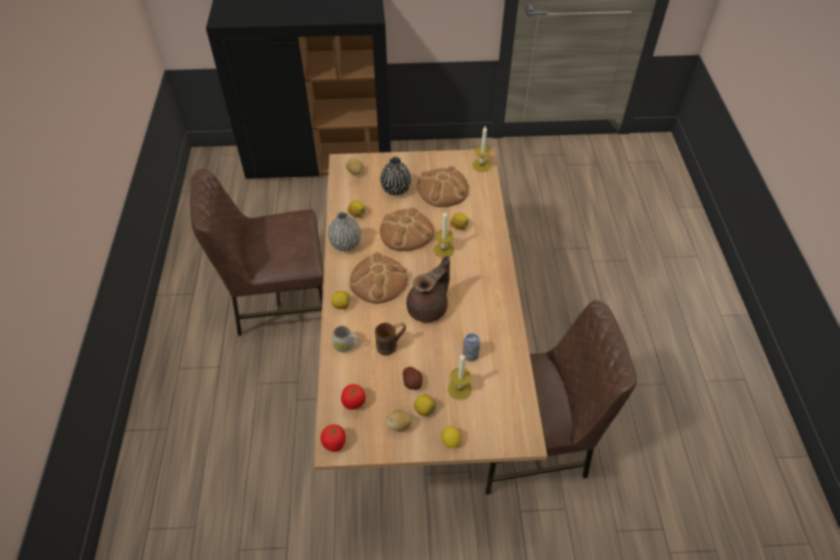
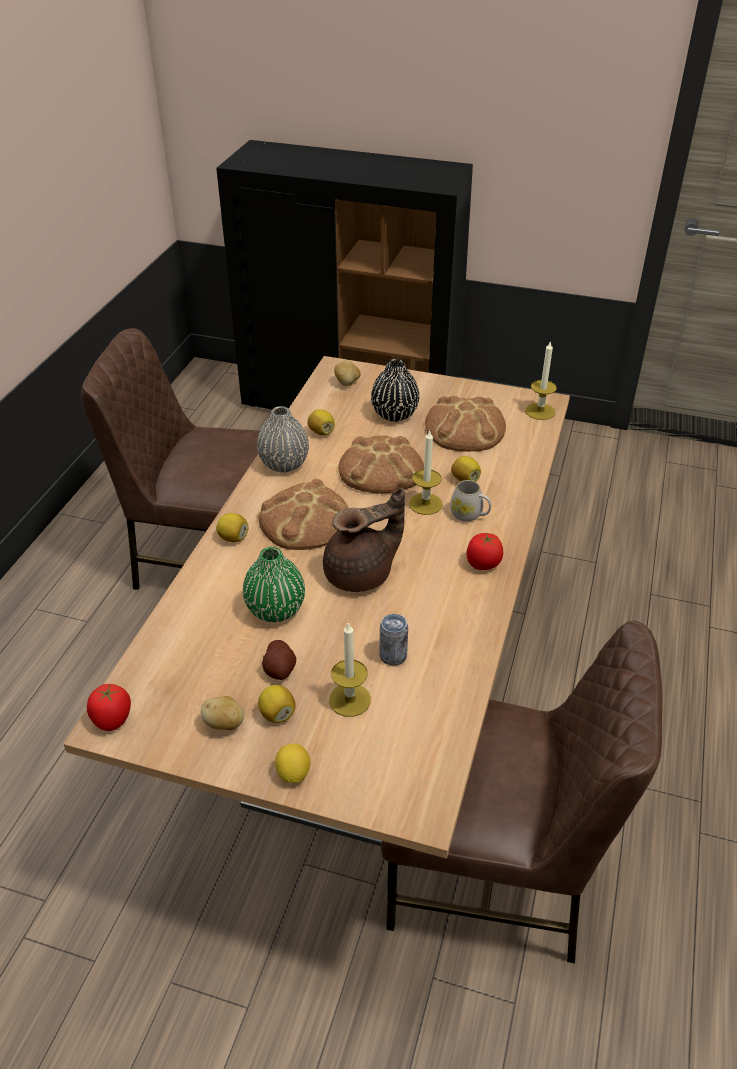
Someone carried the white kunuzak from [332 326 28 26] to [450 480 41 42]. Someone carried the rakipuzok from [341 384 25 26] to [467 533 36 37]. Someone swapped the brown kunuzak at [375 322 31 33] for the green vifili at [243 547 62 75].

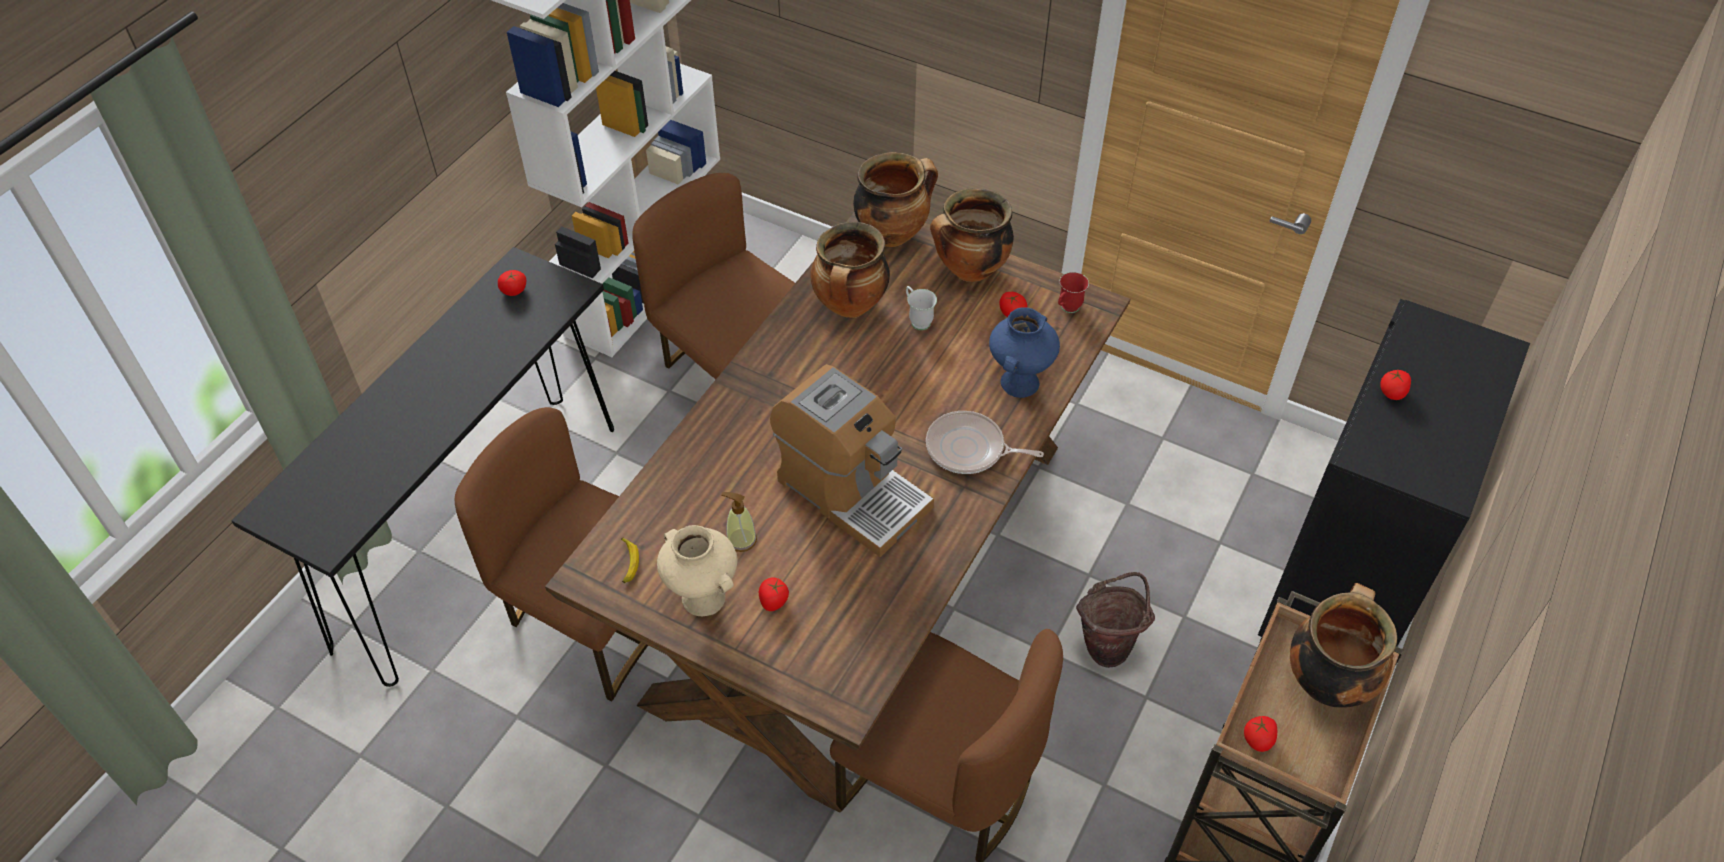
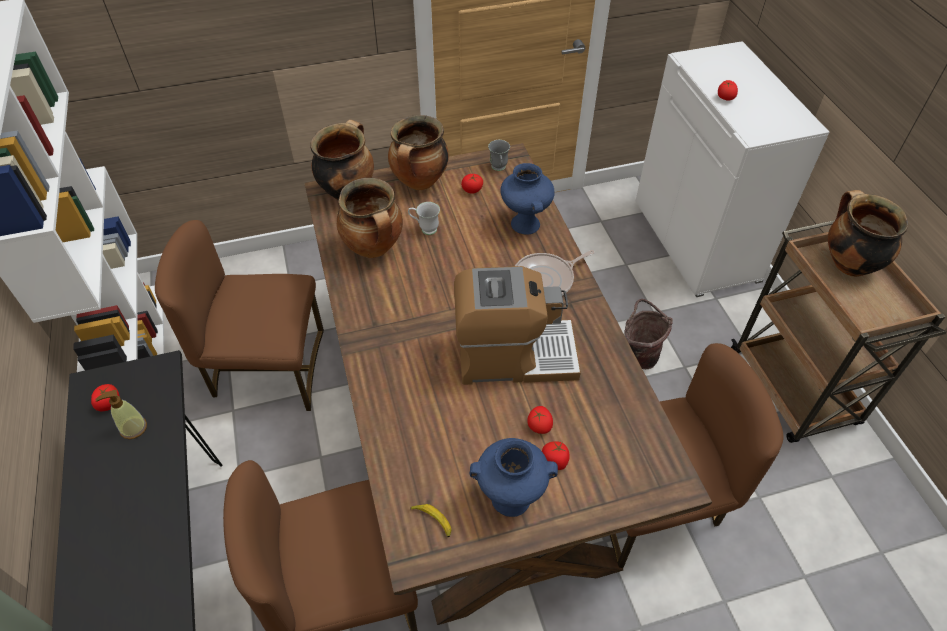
Someone carried the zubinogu from [721 492 36 60] to [96 390 51 49]. Someone carried the rakipuzok from [1244 716 33 36] to [527 406 26 28]. Someone repainted the beige vifili at [657 525 81 91], which became the blue vifili at [470 438 88 79]. Someone repainted the red kunuzak at [1058 272 31 41], which became the grey kunuzak at [488 140 22 31]. Someone repainted the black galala at [1258 299 272 348], which became the white galala at [636 41 194 256].

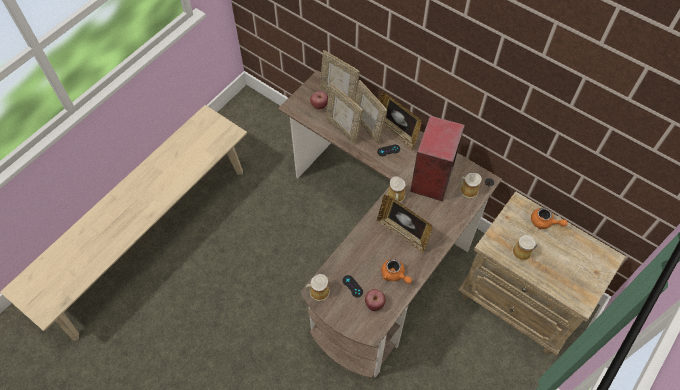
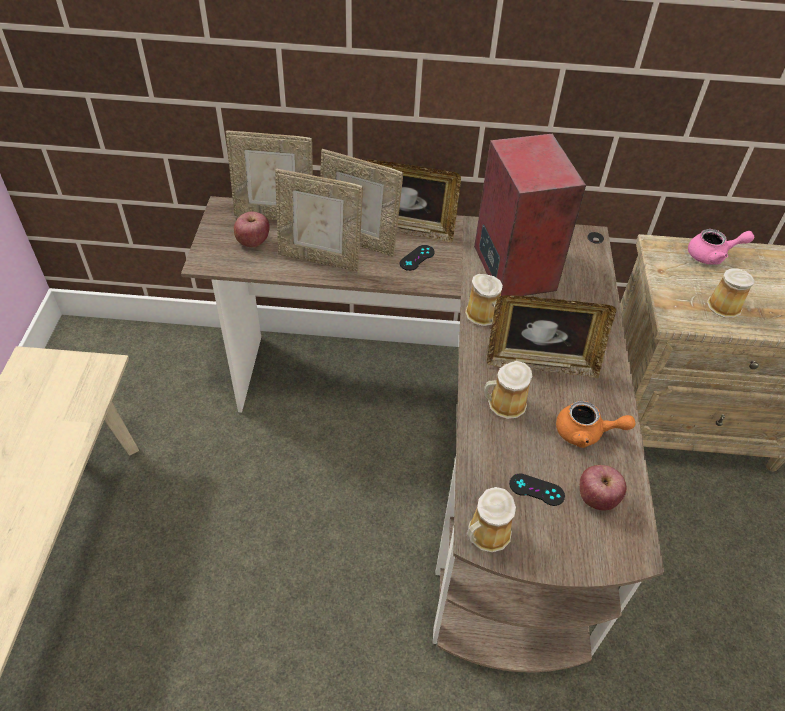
Someone carried the kunuzak from [460 173 22 25] to [484 361 48 58]. Someone repainted the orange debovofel at [531 207 37 22], which became the pink debovofel at [688 229 66 35].

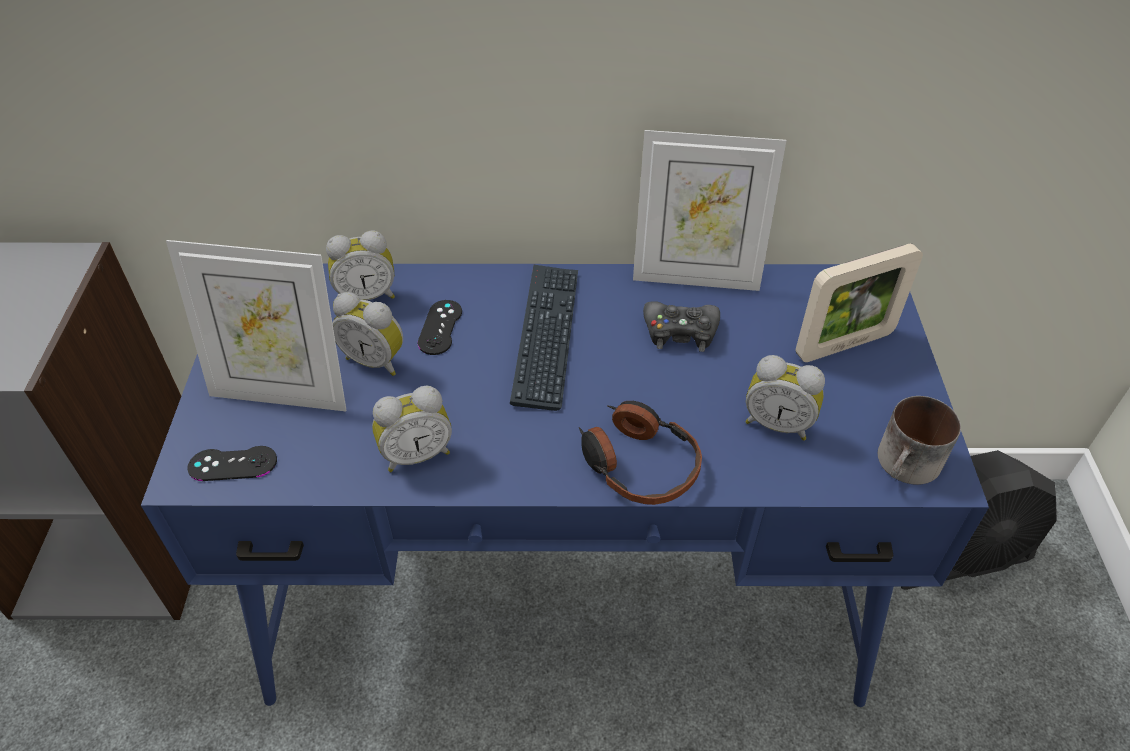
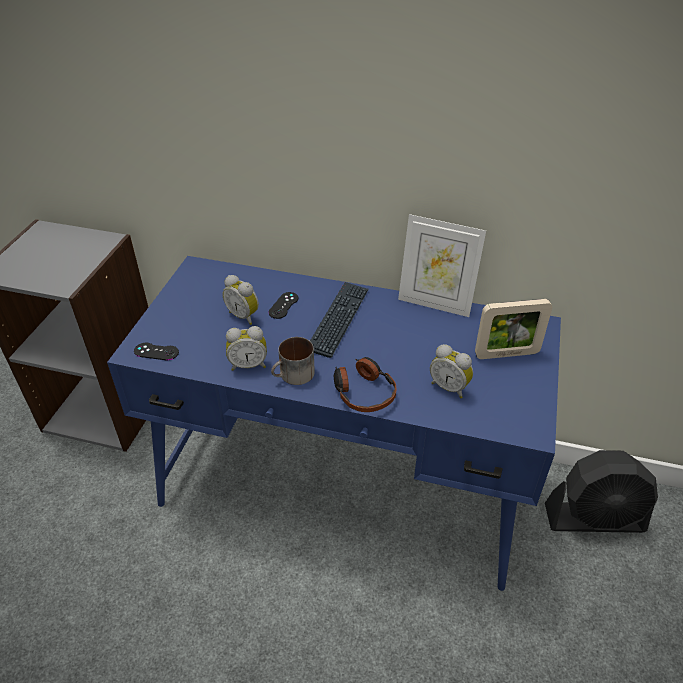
Someone took away the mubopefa at [166 240 180 171]. Someone took away the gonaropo at [326 231 69 69]. Someone took away the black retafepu at [643 301 77 51]. Someone carried the kunuzak from [878 396 83 89] to [271 337 44 48].

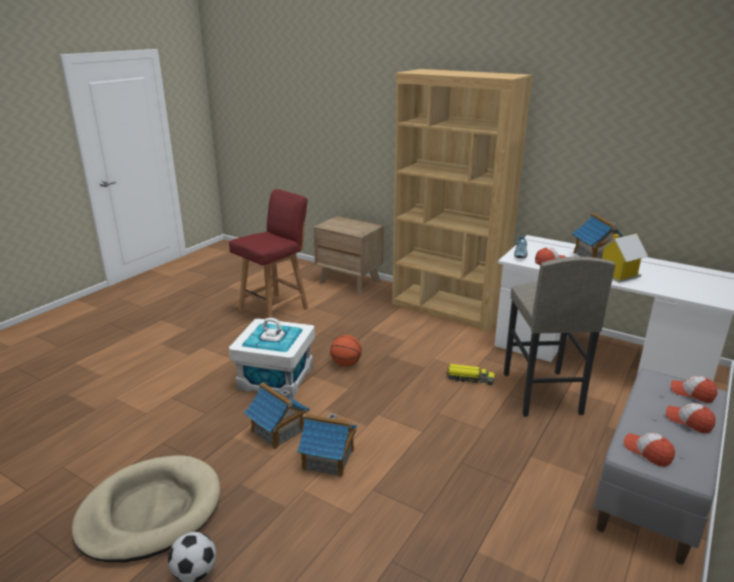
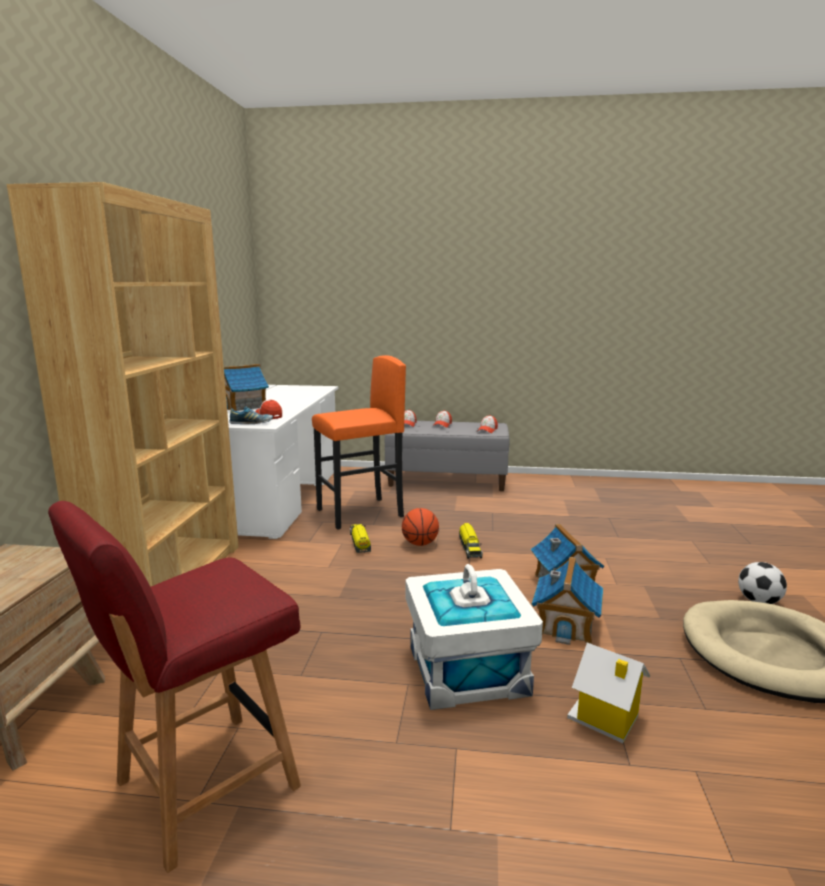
Someone put down the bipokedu at [459 523 24 36]. Someone carried the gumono from [330 335 32 32] to [402 508 37 38]. Someone carried the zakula from [598 234 50 49] to [567 643 83 100]. Someone repainted the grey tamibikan at [504 256 111 161], which became the orange tamibikan at [312 355 94 175]. Someone rotated the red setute at [229 189 79 129] by 60 degrees counterclockwise.

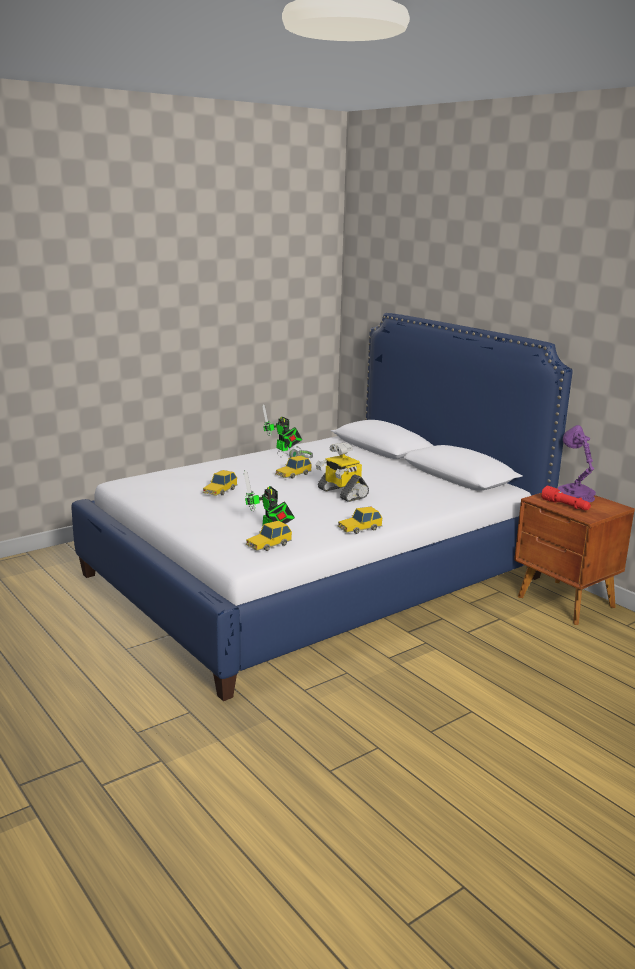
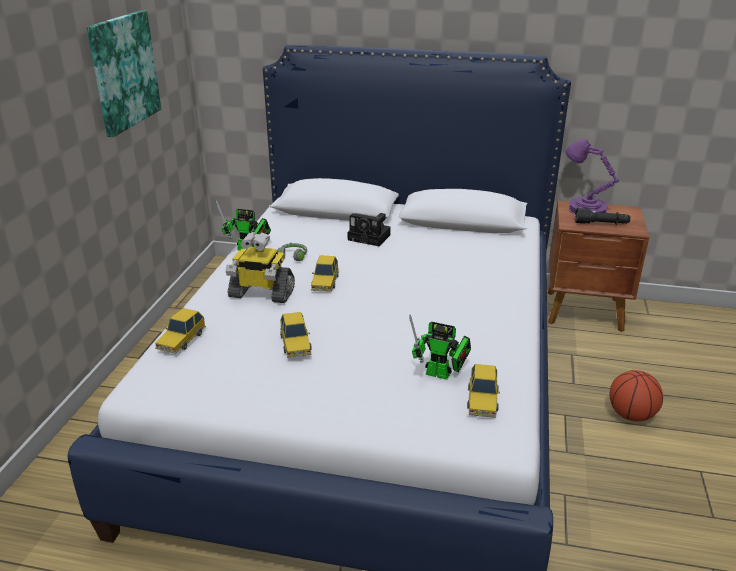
Someone put up the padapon at [87 10 74 127]. Someone put down the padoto at [348 213 43 33]. Someone put down the gumono at [610 370 53 52]. Someone carried the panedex from [316 442 53 60] to [225 232 70 71]. Someone carried the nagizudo from [338 507 44 27] to [155 308 51 46]. Someone repainted the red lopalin at [541 486 50 24], which became the black lopalin at [575 208 55 17].

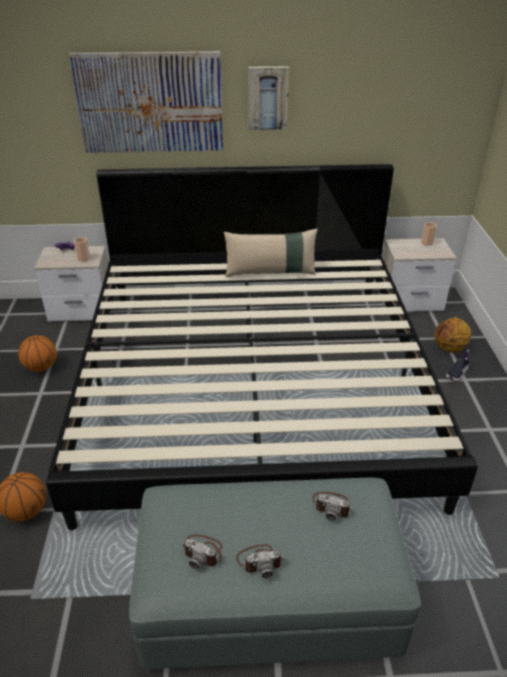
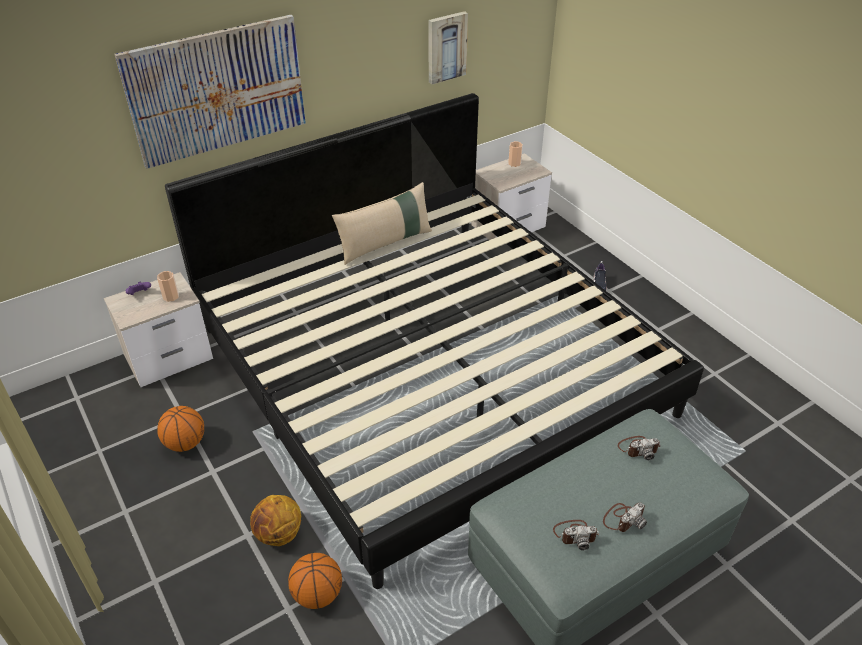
Someone carried the padapon from [248 66 41 64] to [429 11 39 73]. Someone carried the gumono from [435 318 36 35] to [250 495 51 51].

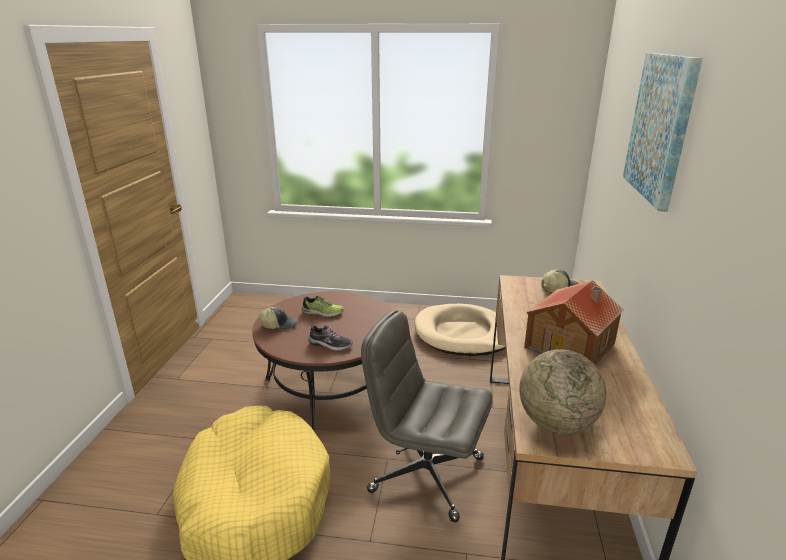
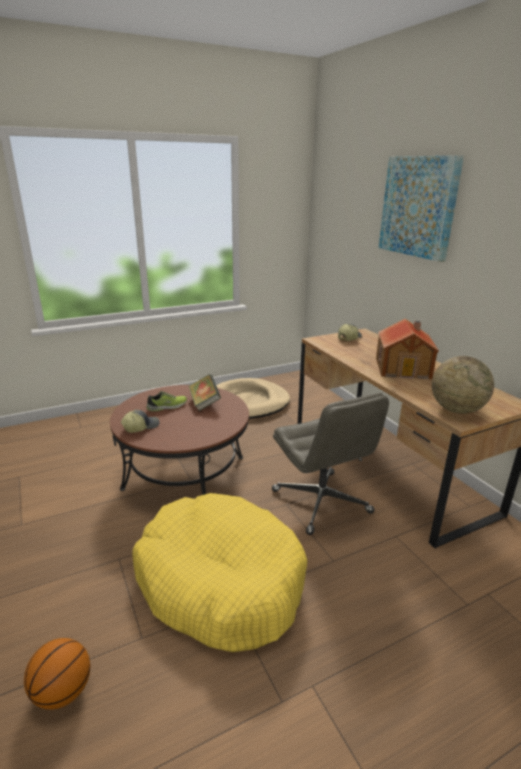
Someone took away the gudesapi at [309 324 44 27]. Someone put down the gumono at [24 638 66 72]. Someone put down the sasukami at [189 374 32 37]. Someone rotated the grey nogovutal at [361 310 131 212] by 105 degrees counterclockwise.

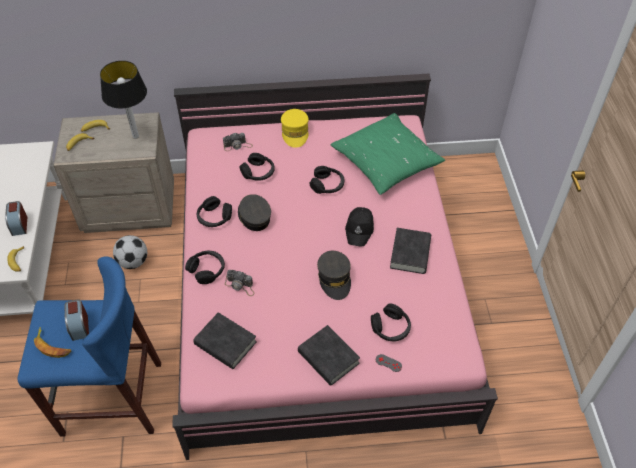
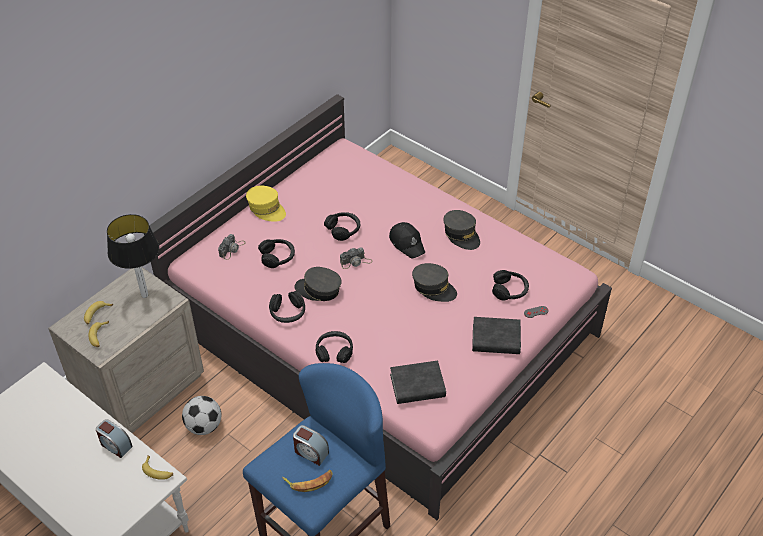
Someone took away the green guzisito at [330 113 115 82]. Someone carried the padoto from [225 270 29 26] to [340 248 33 21]. Someone swapped the black sasukami at [390 228 41 46] for the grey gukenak at [443 210 37 40].

